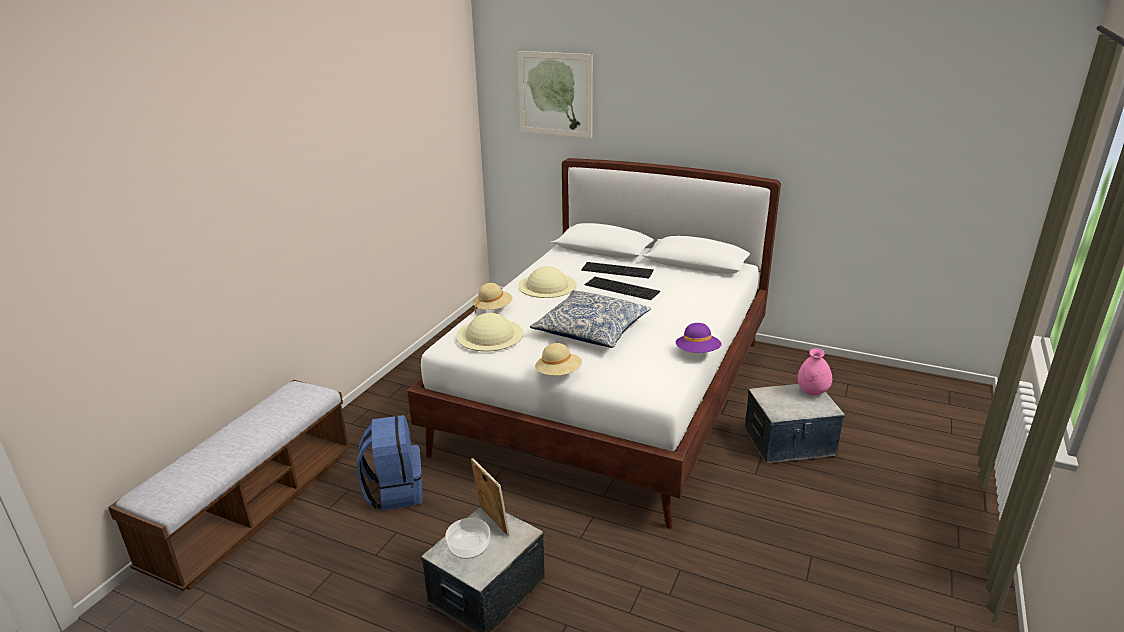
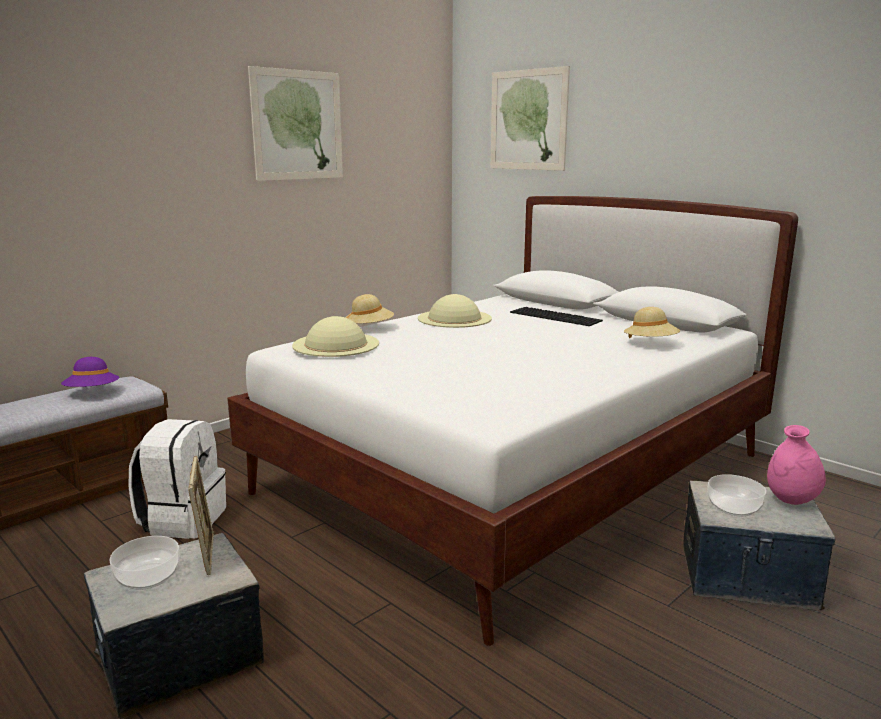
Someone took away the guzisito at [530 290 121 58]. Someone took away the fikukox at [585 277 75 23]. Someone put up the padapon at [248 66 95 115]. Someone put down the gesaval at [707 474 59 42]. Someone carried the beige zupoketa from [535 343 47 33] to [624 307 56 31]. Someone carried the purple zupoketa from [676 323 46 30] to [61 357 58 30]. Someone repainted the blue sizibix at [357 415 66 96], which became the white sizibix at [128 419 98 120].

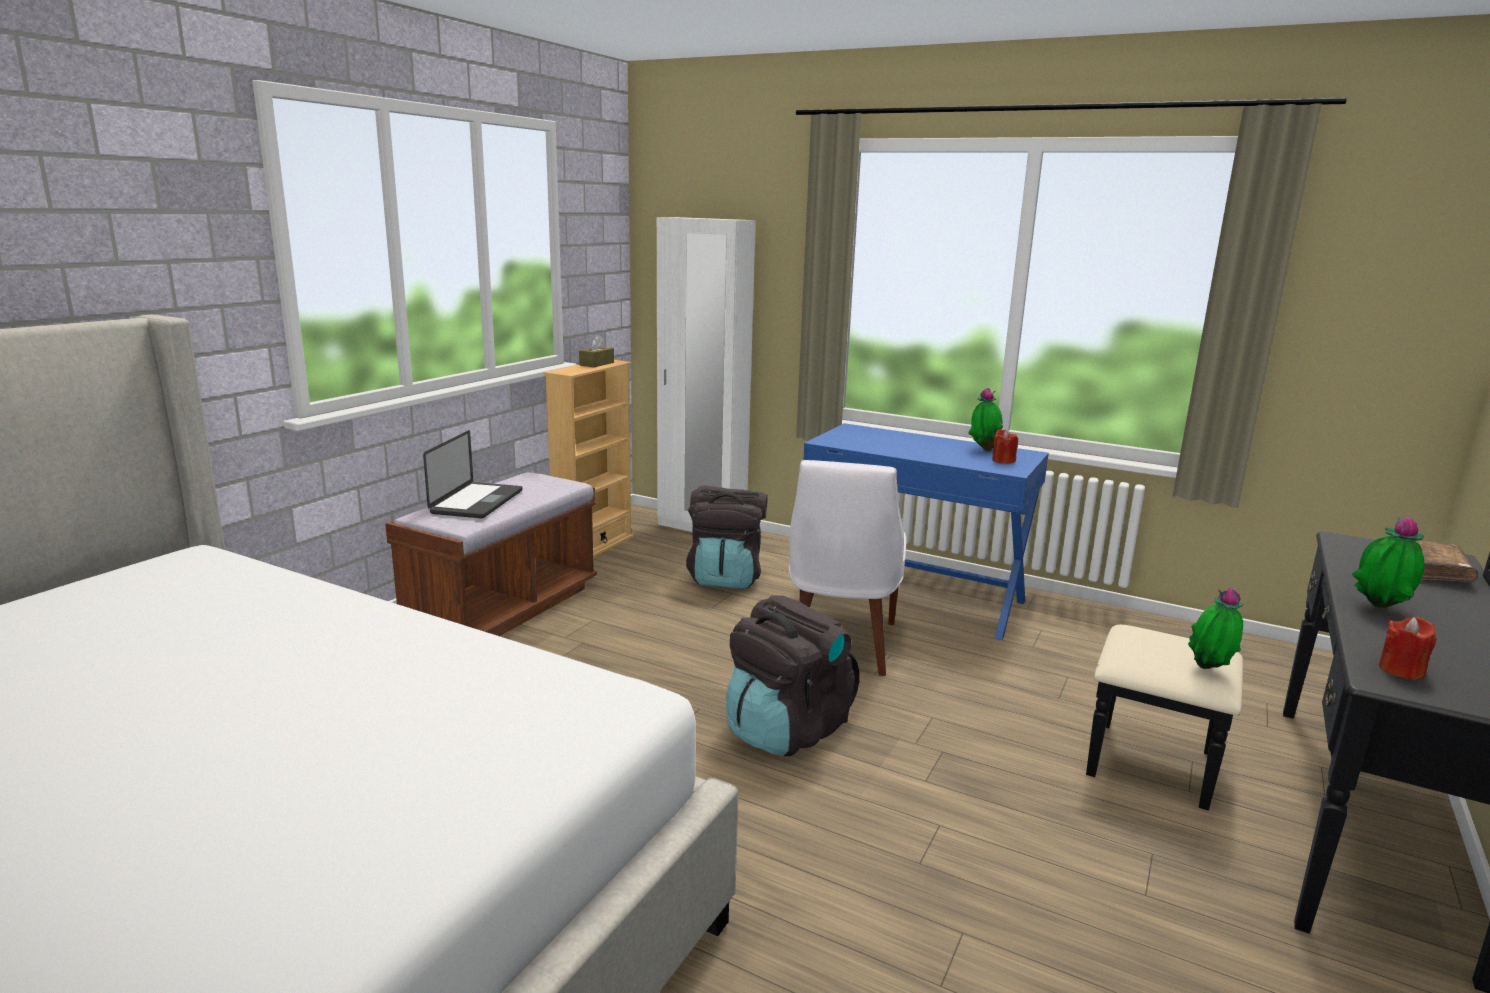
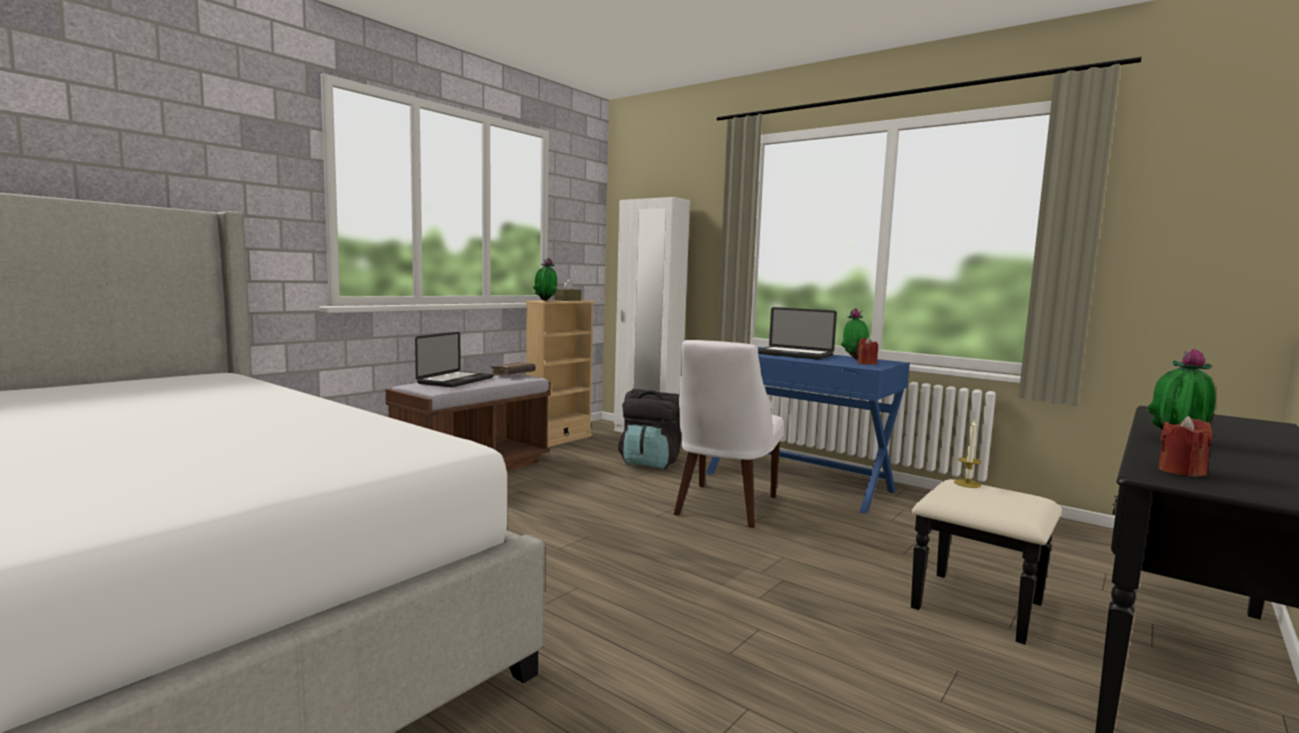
Someone took away the black sizibix at [726 595 133 161]. Someone put down the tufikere at [758 307 79 53]. Someone put down the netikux at [954 420 28 68]. Someone carried the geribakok from [1188 587 55 82] to [533 258 24 43]. Someone carried the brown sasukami from [1414 540 64 42] to [490 362 46 14].

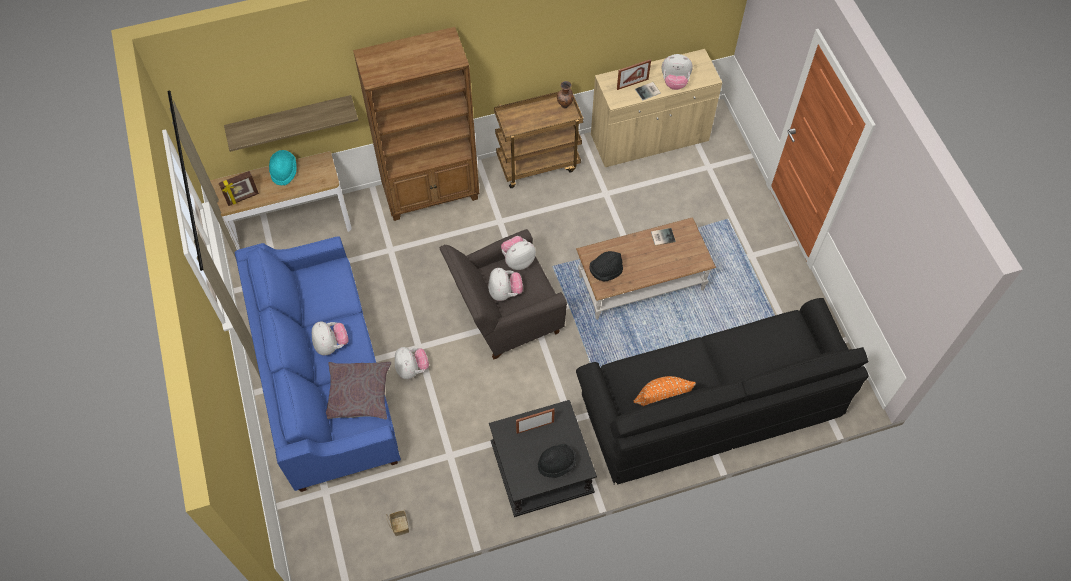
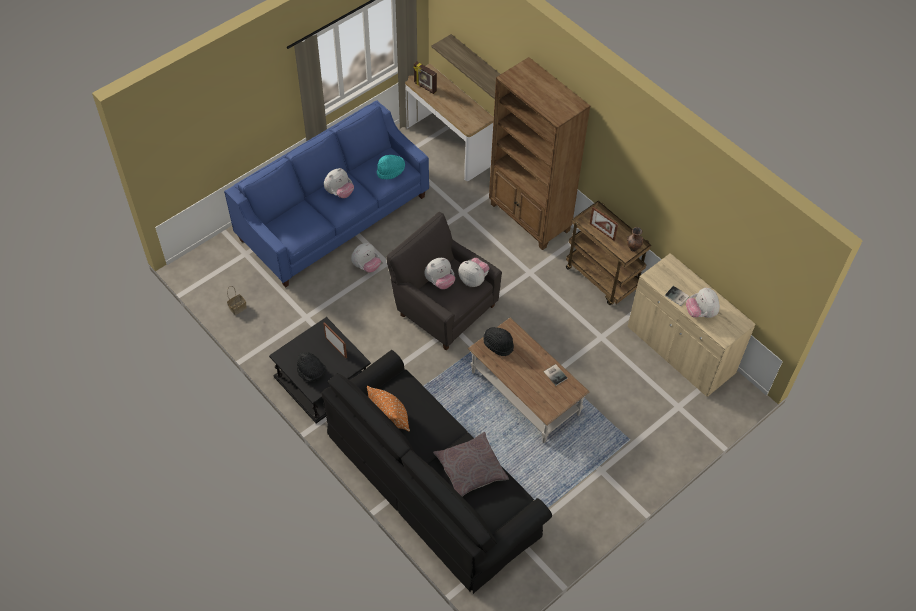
Someone carried the turquoise zupoketa from [269 150 28 36] to [377 155 28 24]. Someone carried the grey guzisito from [326 362 65 58] to [433 432 76 64]. Someone carried the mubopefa from [617 59 34 31] to [590 207 28 34].

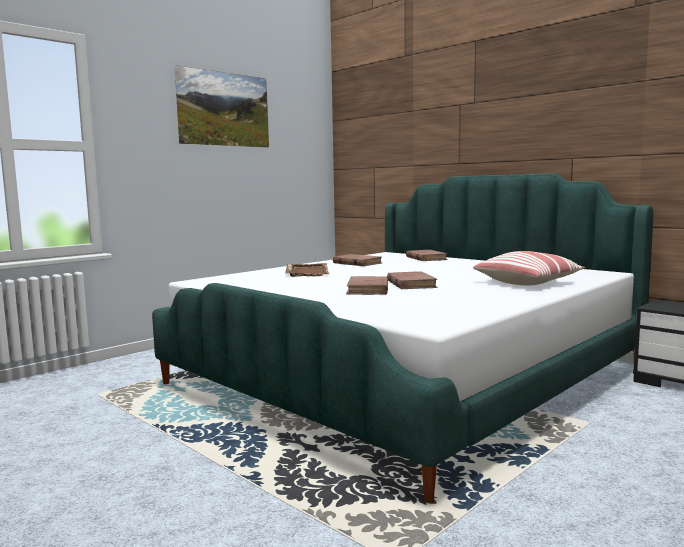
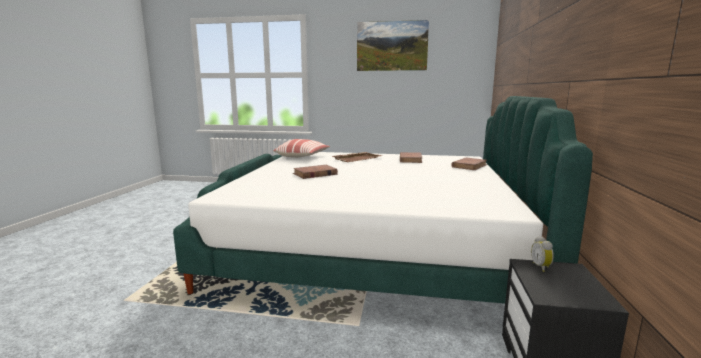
Someone took away the brown sasukami at [387 271 51 18]. Someone put down the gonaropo at [531 236 23 36]. Someone carried the guzisito from [473 251 112 34] to [273 139 57 19].

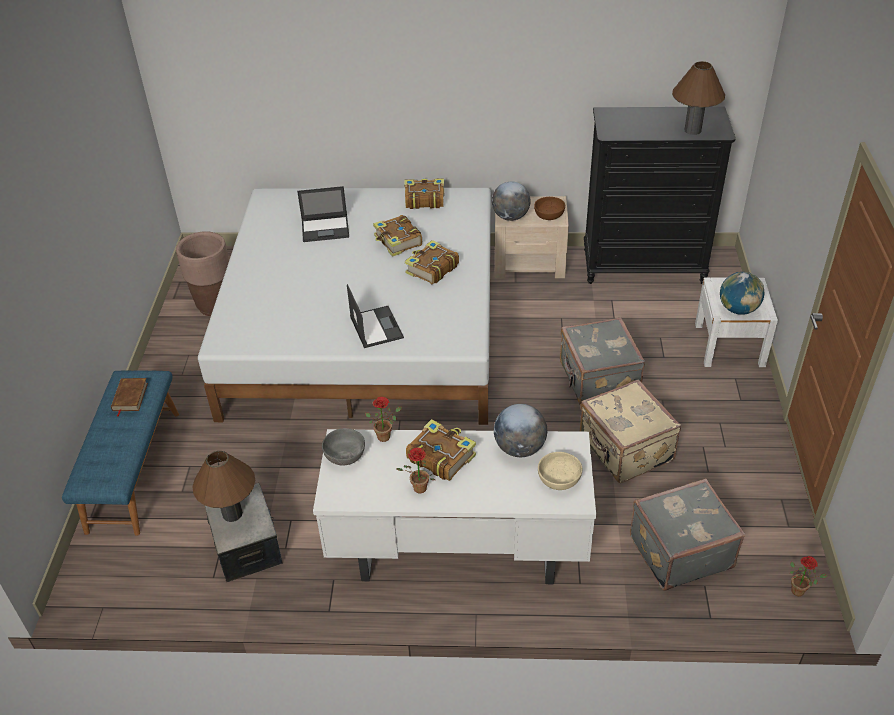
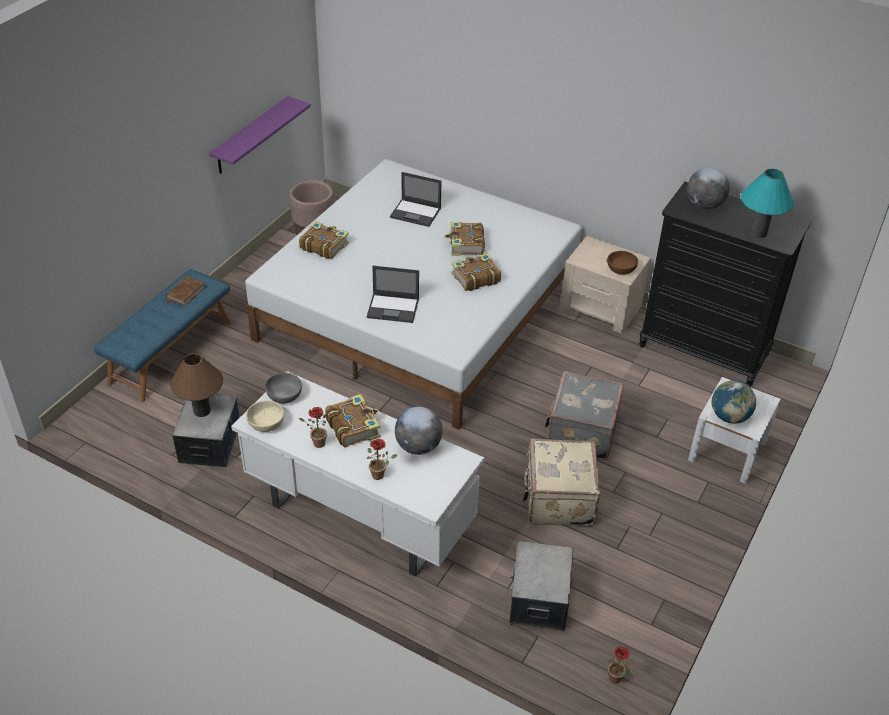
Someone put up the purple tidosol at [209 96 102 78]. Someone carried the geribakok from [365 397 37 45] to [367 439 31 41]. Someone carried the sasukami from [404 178 40 31] to [299 221 50 38]. Someone carried the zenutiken from [492 182 39 39] to [687 167 43 42]. Someone carried the beige gesaval from [538 452 44 38] to [246 400 38 32]. Someone swapped the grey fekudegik at [630 478 115 112] for the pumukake at [509 541 64 90]. Someone repainted the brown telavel at [672 61 53 74], which became the turquoise telavel at [741 169 53 69]. Someone rotated the tufikere at [347 284 57 64] by 90 degrees clockwise.

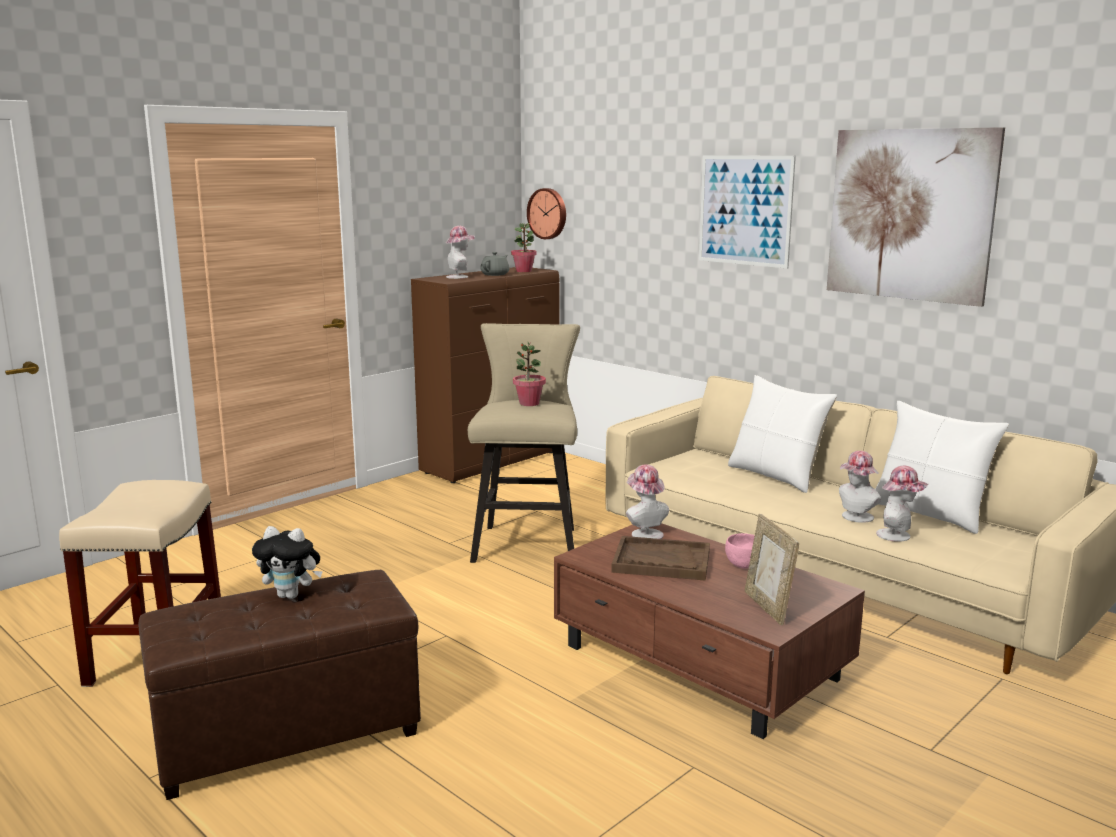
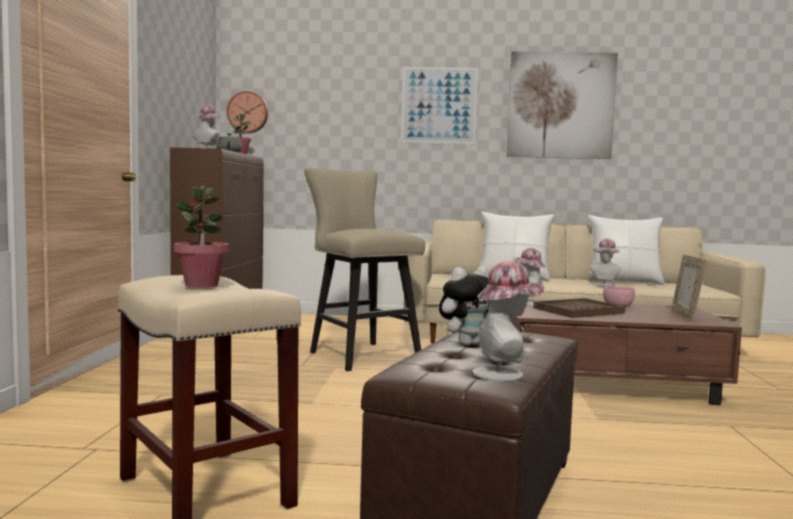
Someone carried the geribakok from [513 341 33 65] to [174 185 55 103]. Someone carried the zupoketa from [876 466 52 76] to [472 261 73 120]. Someone rotated the mubopefa at [745 514 54 111] by 60 degrees clockwise.

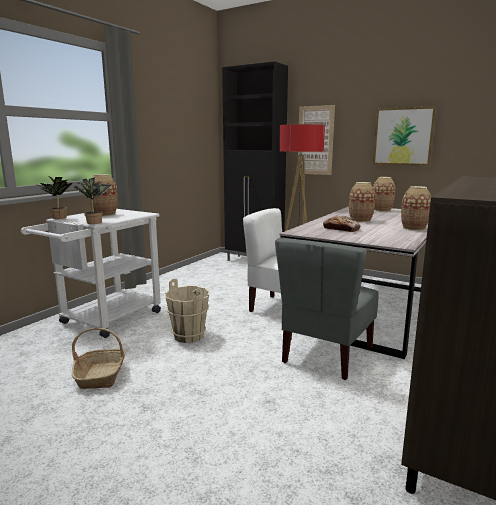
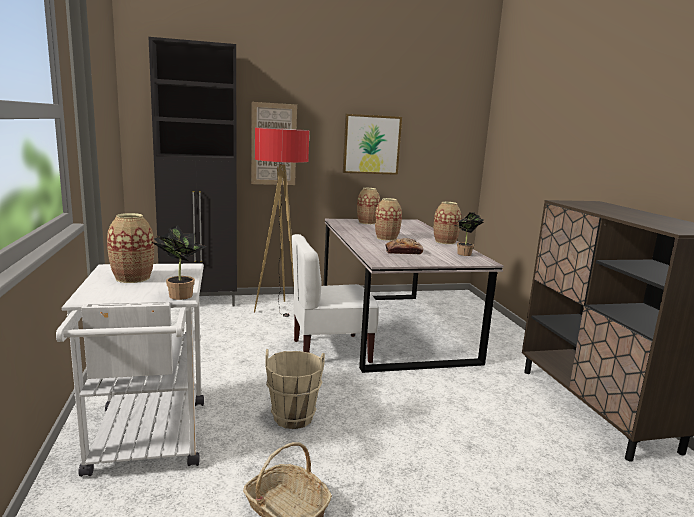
Someone took away the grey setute at [275 238 104 142]. Someone carried the geribakok from [36 177 36 42] to [453 212 31 44].

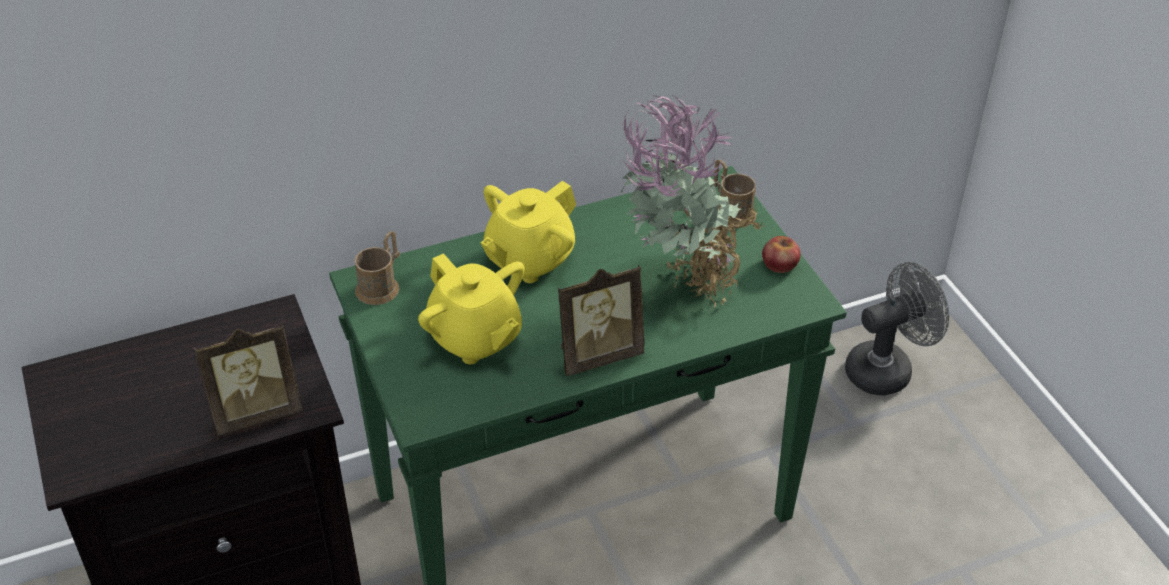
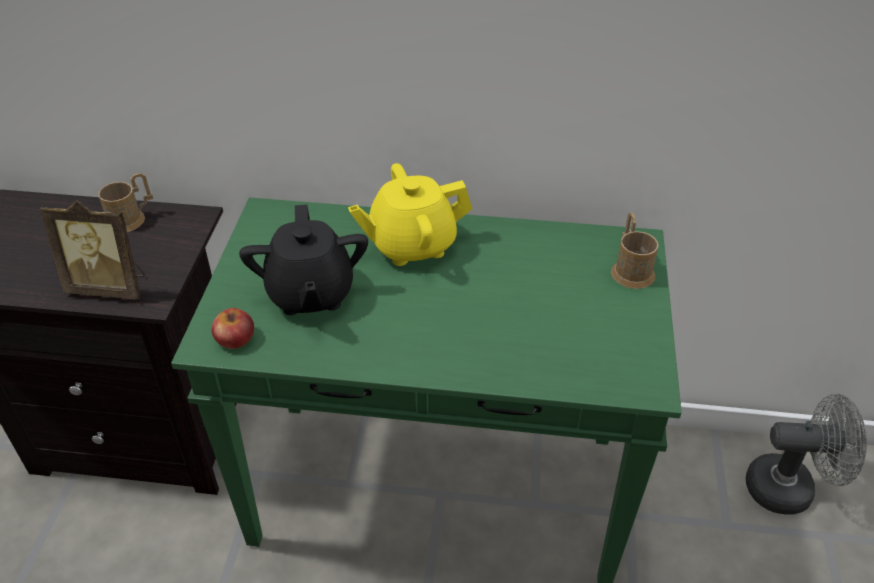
Someone took away the mubopefa at [558 265 87 111]. Someone took away the geribakok at [620 95 146 215]. Someone carried the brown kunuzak from [355 231 45 74] to [98 173 55 59]. Someone carried the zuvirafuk from [762 236 39 37] to [212 308 42 41]. Someone repainted the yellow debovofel at [418 253 106 111], which became the black debovofel at [239 205 129 110].

